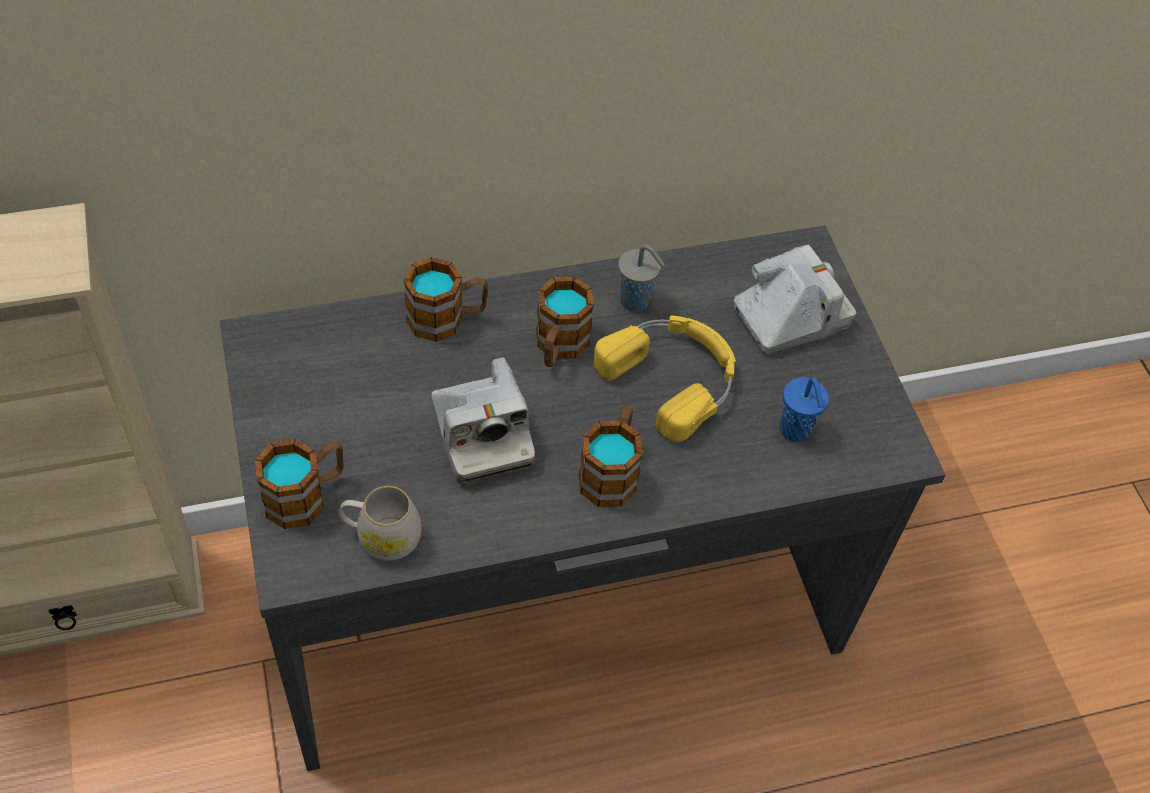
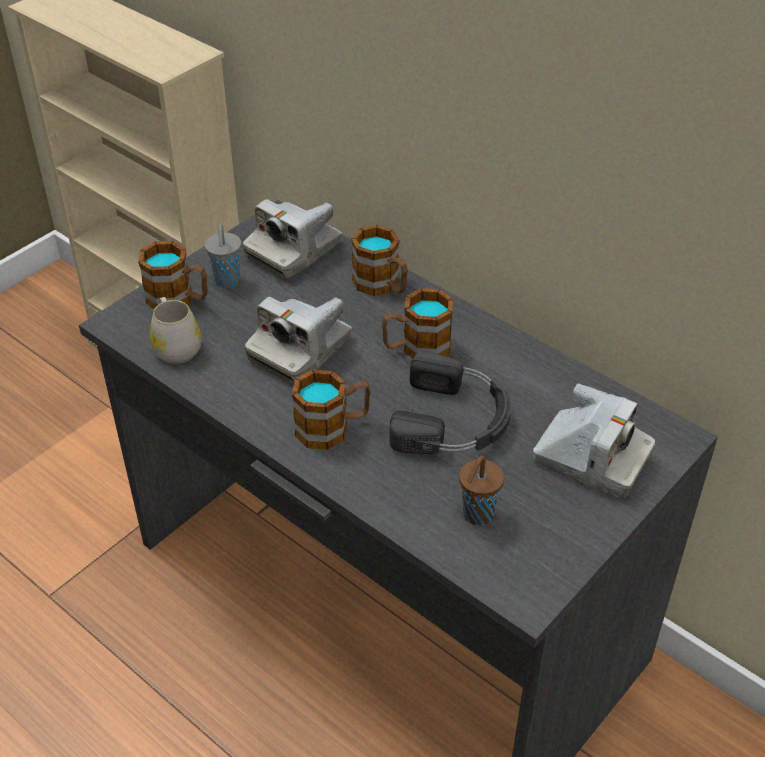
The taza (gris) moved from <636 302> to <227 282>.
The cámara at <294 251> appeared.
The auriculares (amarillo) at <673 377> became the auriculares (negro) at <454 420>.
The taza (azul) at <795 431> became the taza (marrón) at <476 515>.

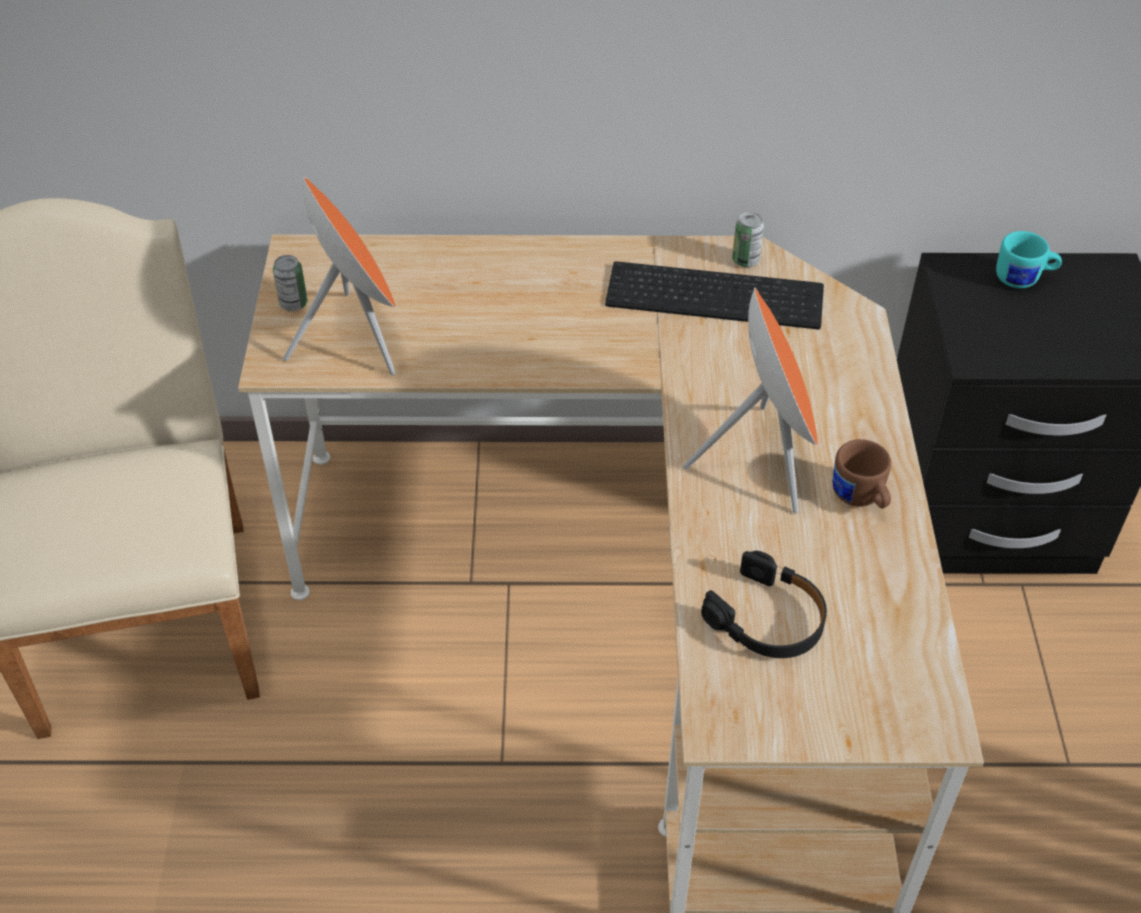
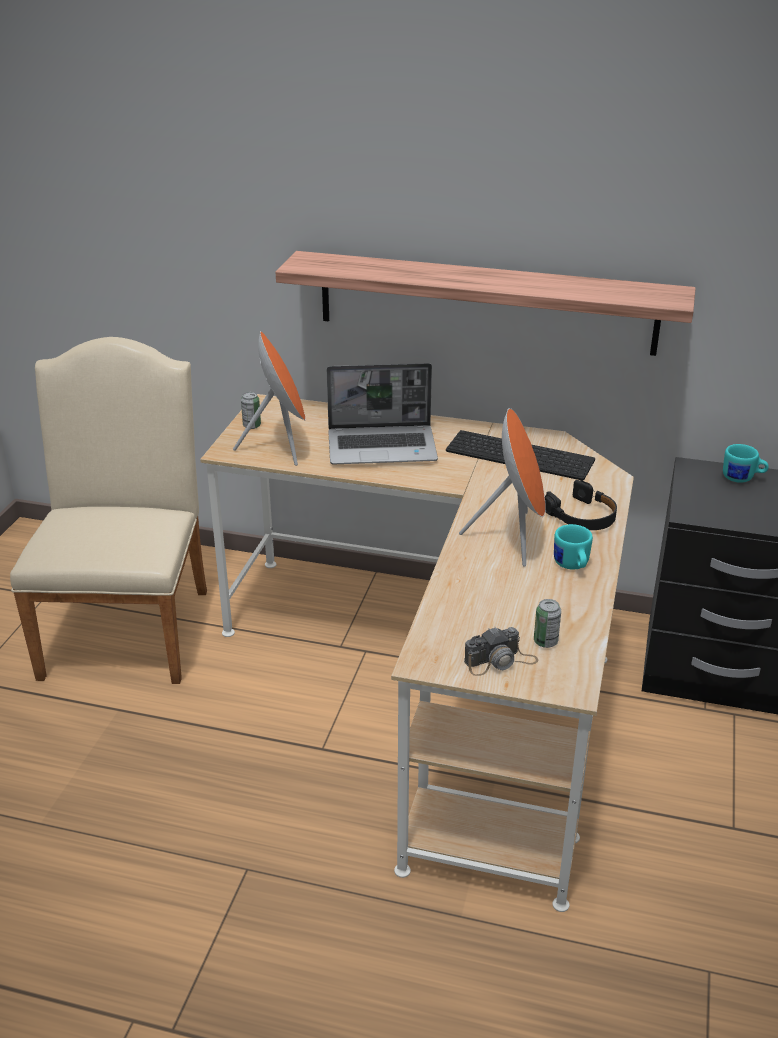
The estante at <486 302> appeared.
The portátil at <383 447> appeared.
The cámara at <500 661> appeared.
The lata moved from <745 260> to <545 641>.
The auriculares (negro) moved from <768 619> to <582 516>.
The taza grande (marrón) at <860 498> became the taza grande (turquesa) at <572 566>.

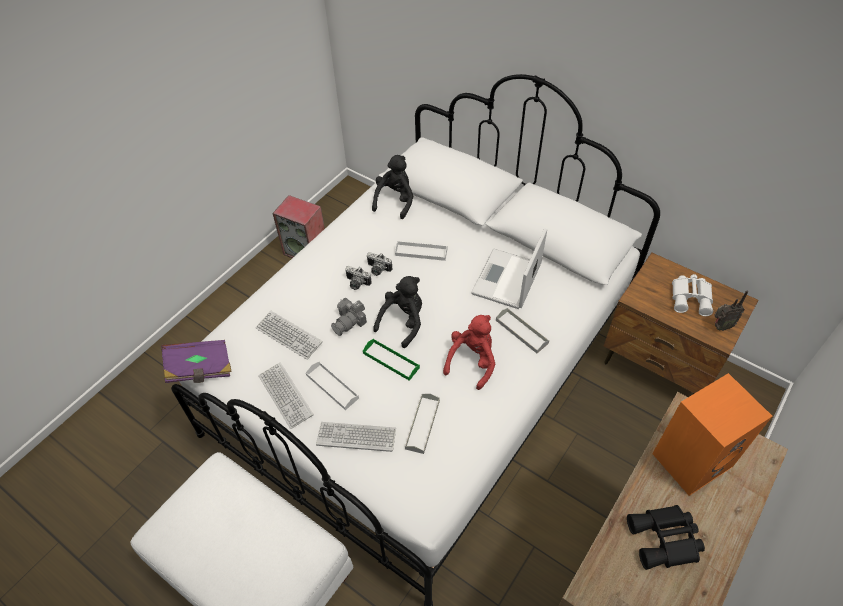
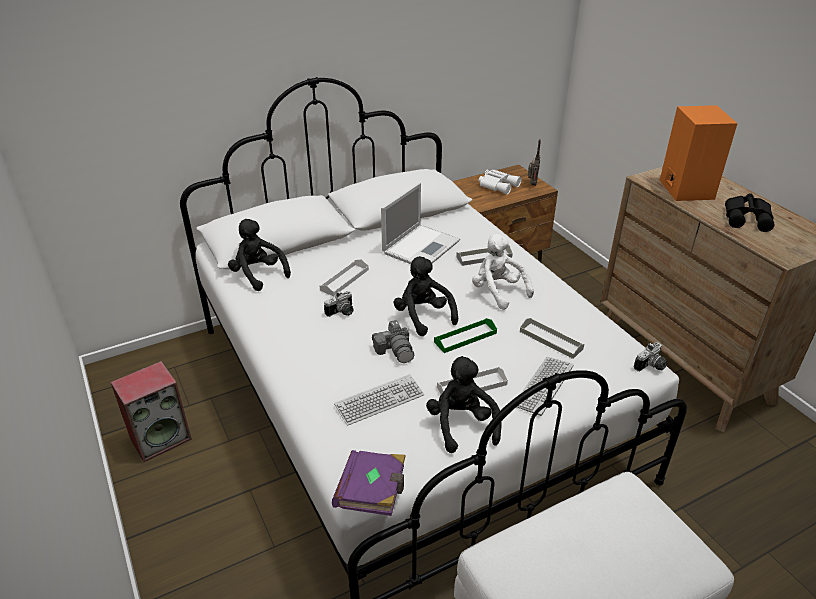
The portátil at <506 280> turned 105 degrees counterclockwise.
The teclado at <285 395> was replaced by the peluche (negro) at <461 425>.
The peluche (rojo) at <472 361> became the peluche (blanco) at <498 291>.
The cámara moved from <356 284> to <651 366>.

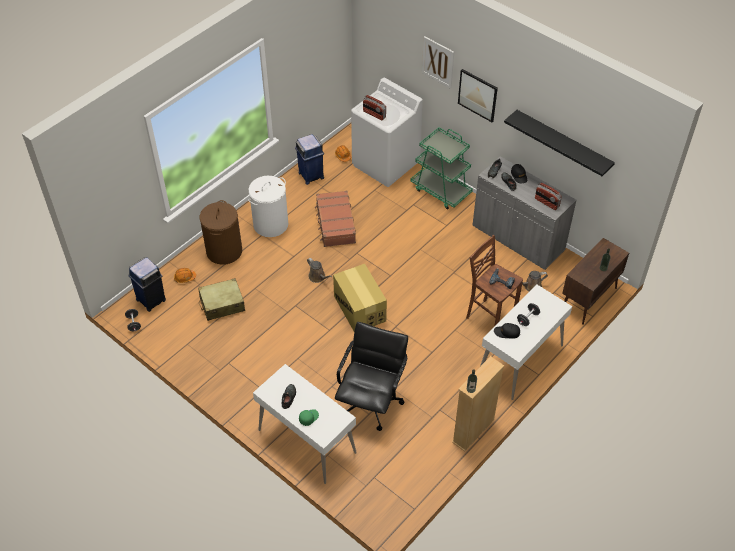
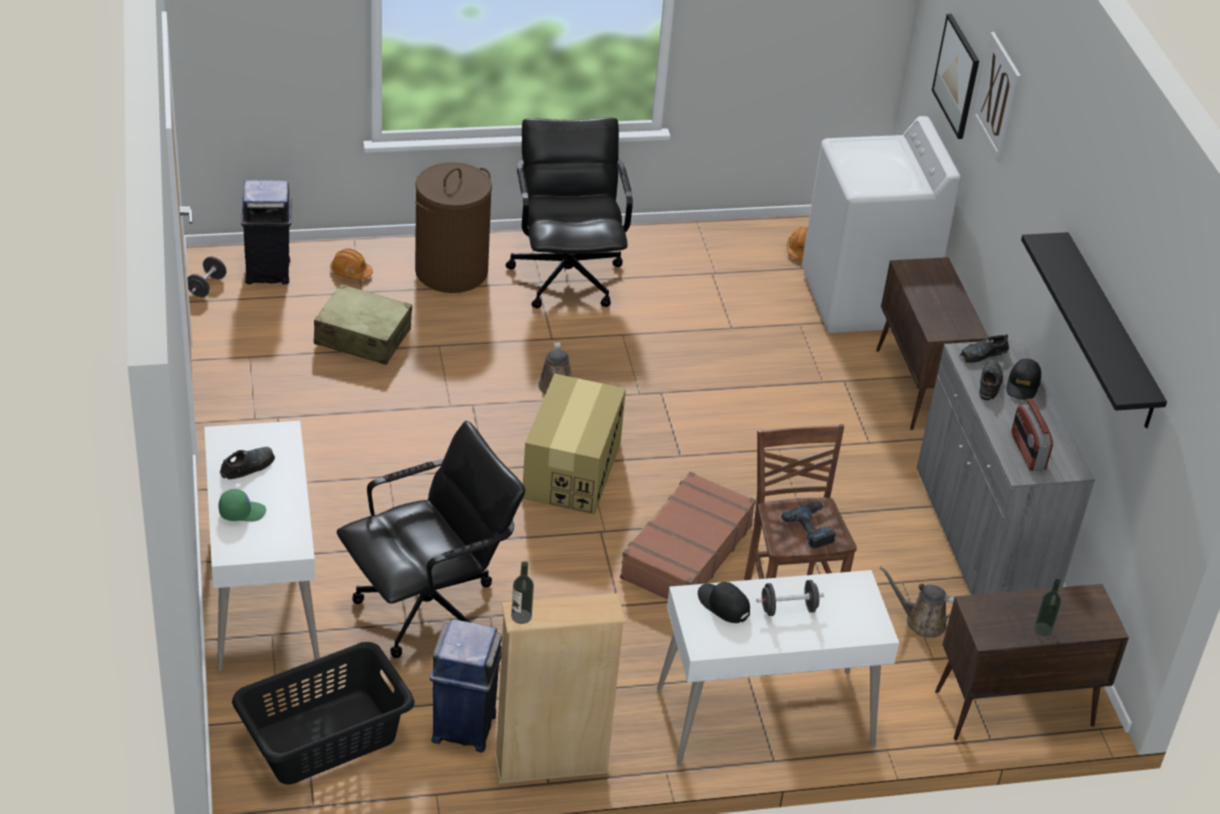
The cesto de la ropa (negro) at <323 737> appeared.
The papelera (azul) moved from <311 175> to <464 726>.
The cesto de la ropa (blanco) at <270 224> was replaced by the silla de oficina (negro) at <567 277>.
The maleta (marrón) moved from <335 224> to <685 552>.
The carrito (verde) at <441 191> was replaced by the armario (marrón) at <919 388>.
The cuadro moved from <477 95> to <957 76>.
The radio at <374 114> disappeared.

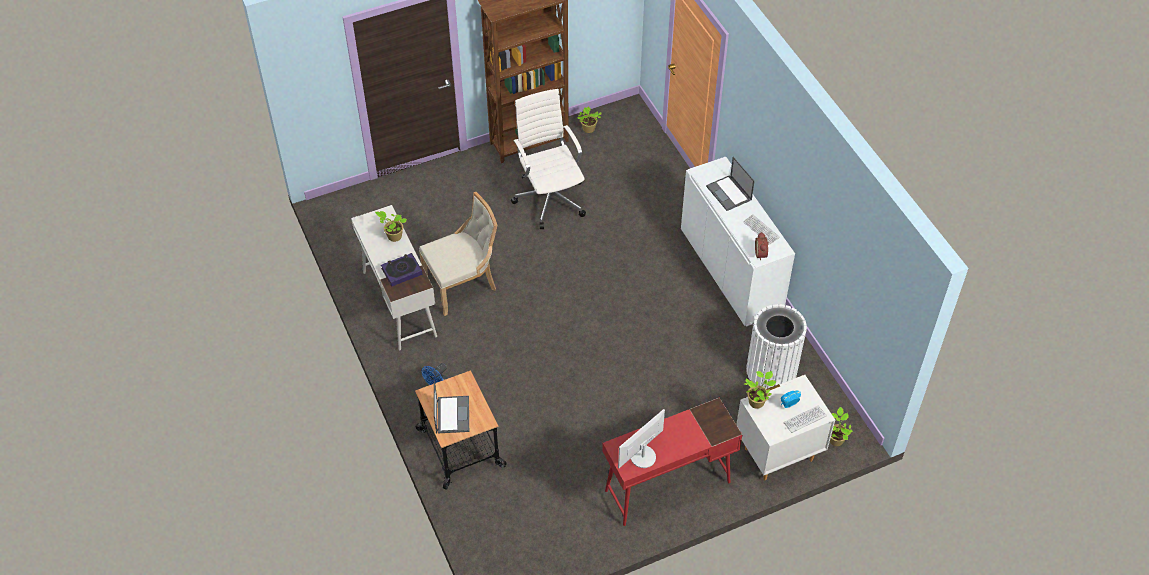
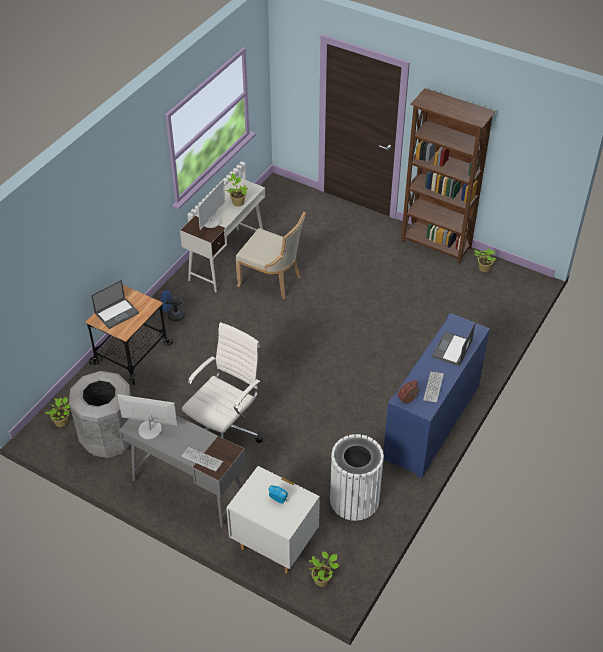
The planta en maceta moved from <757 401> to <62 422>.
The papelera (gris) at <108 438> appeared.
The escritorio (rojo) at <667 486> became the escritorio (gris) at <187 488>.
The teclado moved from <804 419> to <202 459>.
The silla de oficina (blanco) moved from <550 198> to <225 431>.
The libro at <401 271> was replaced by the monitor at <211 221>.
The armario (blanco) at <731 270> became the armario (azul) at <432 422>.

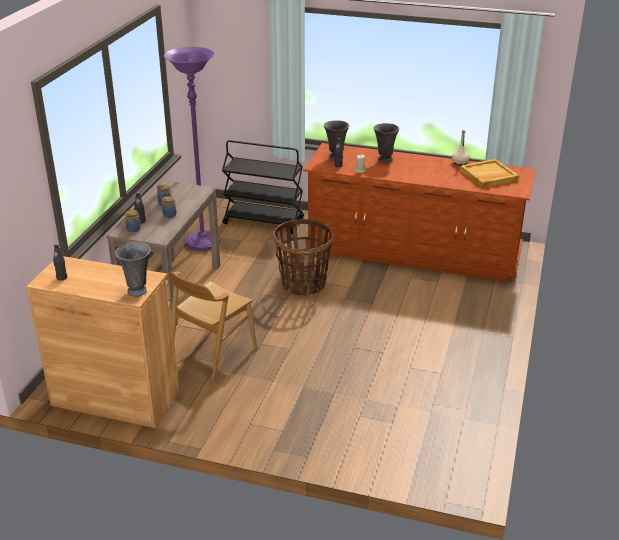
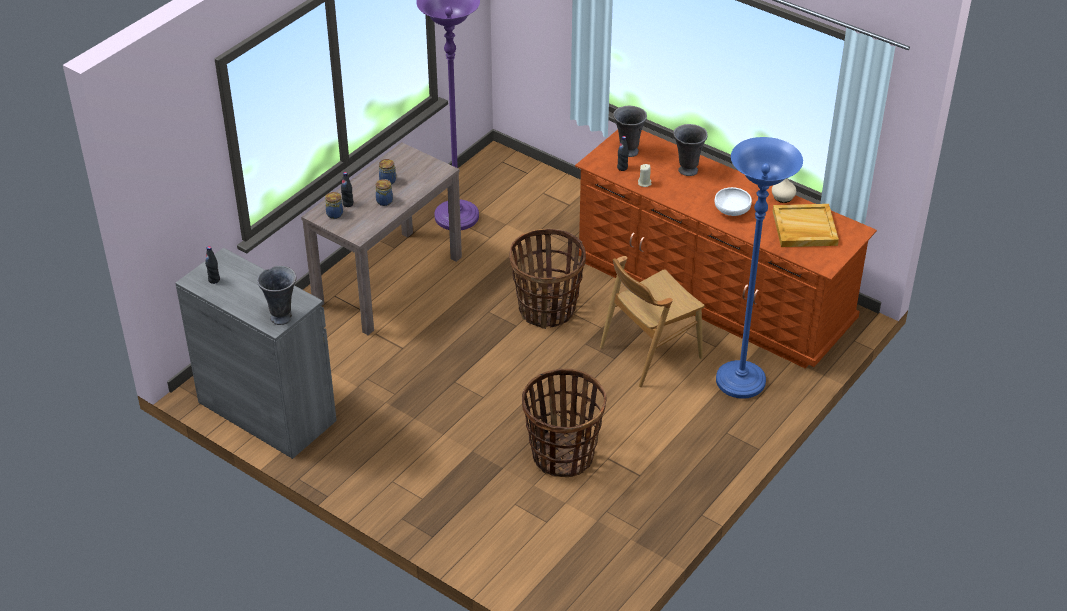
The armario (marrón) at <115 398> became the armario (gris) at <267 411>.
The cesta at <562 455> appeared.
The silla (marrón) moved from <212 353> to <650 352>.
The cuenco (blanco) at <732 210> appeared.
The lámpara de pie (azul) at <740 382> appeared.
The carrito (negro) at <264 221> disappeared.

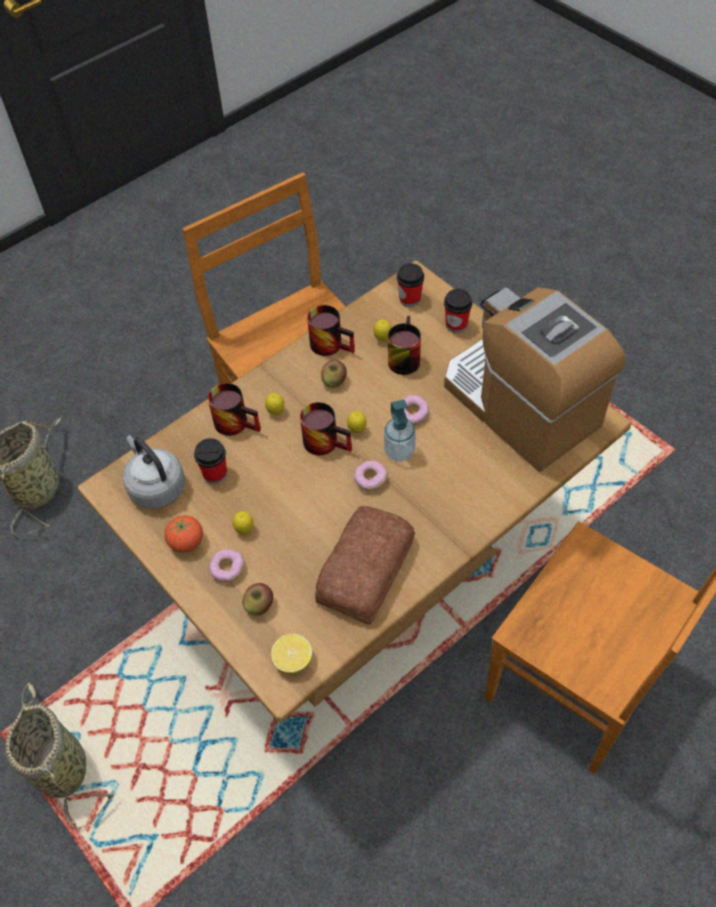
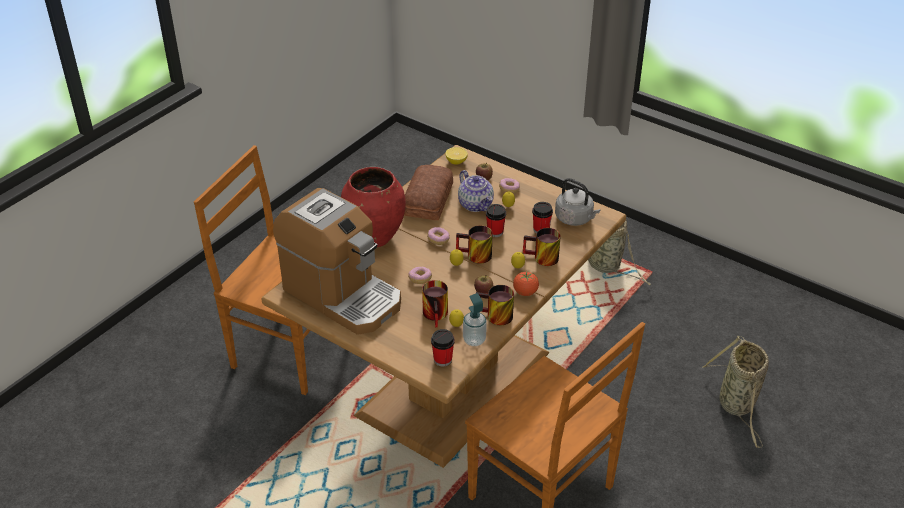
The florero (rojo) at <374 238> appeared.
The tetera at <476 205> appeared.
The dispensador de jabón moved from <399 452> to <474 340>.
The taza moved from <456 325> to <495 232>.
The tomate moved from <186 542> to <525 292>.

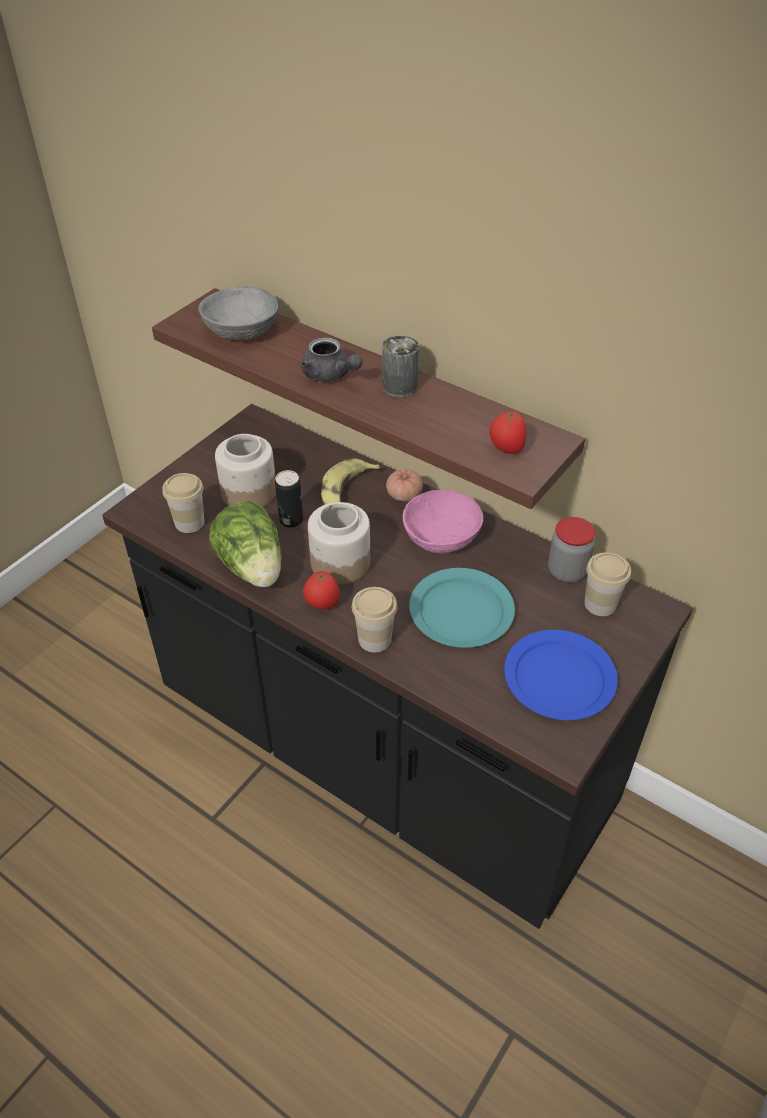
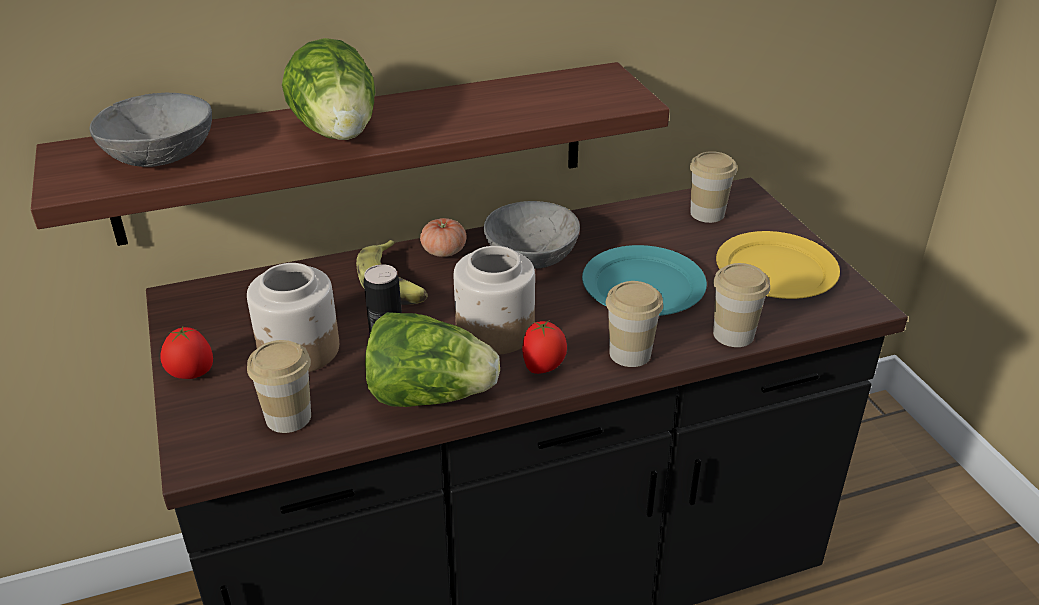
The tomate moved from <506 449> to <191 375>.
The tetera (gris) at <330 375> was replaced by the lechuga at <339 134>.
The cuenco (rosa) at <443 537> became the cuenco (gris) at <532 254>.
The taza at <733 334> appeared.
The plato (azul) at <558 677> became the plato (amarillo) at <775 270>.
The lata at <399 386> disappeared.
The tarro at <567 571> disappeared.

